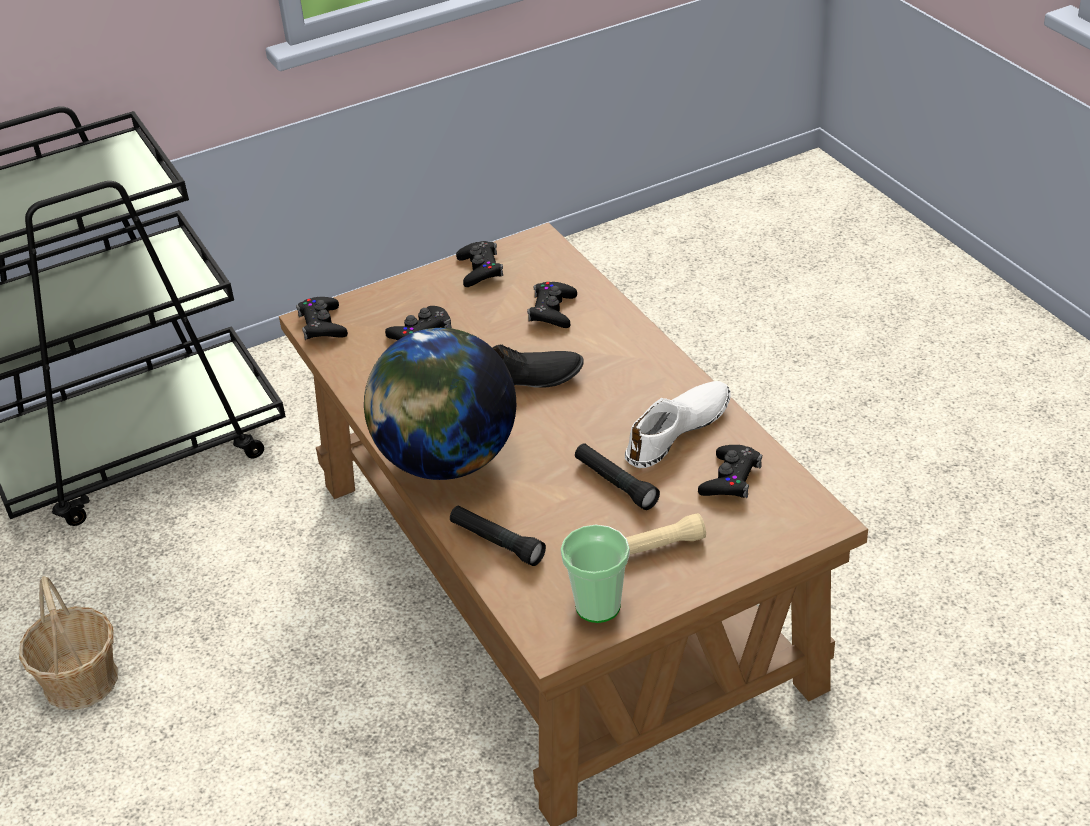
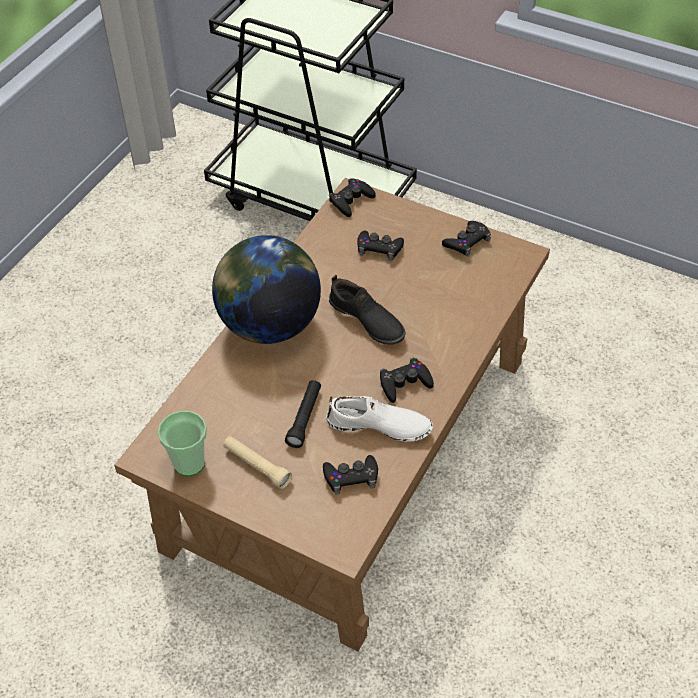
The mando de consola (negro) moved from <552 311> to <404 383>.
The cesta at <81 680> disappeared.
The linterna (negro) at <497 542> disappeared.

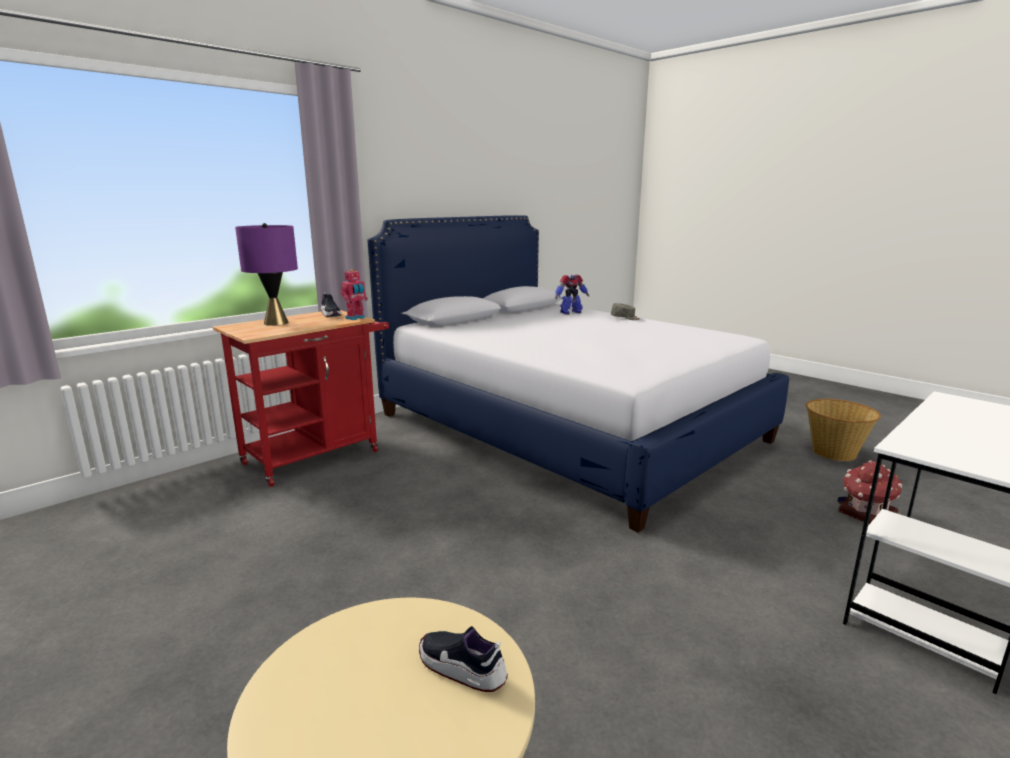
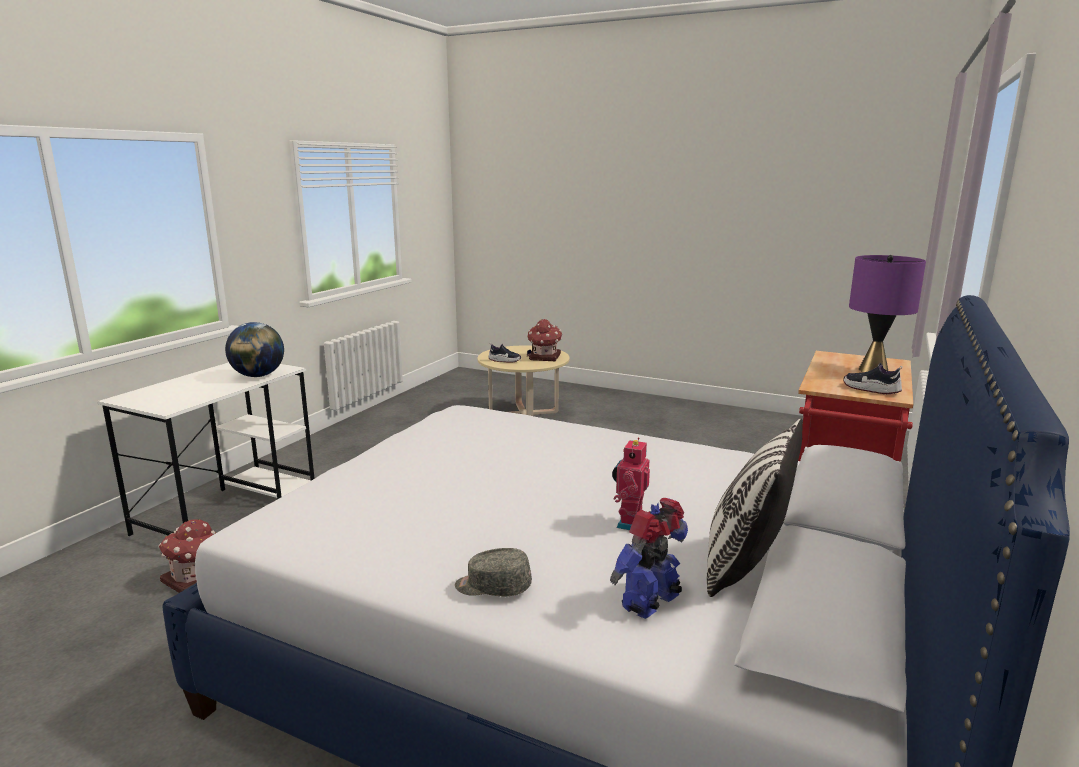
The globo terráqueo at <258 376> appeared.
The casita at <544 357> appeared.
The robot de juguete moved from <356 318> to <629 523>.
The cojín at <745 566> appeared.
The cesta at <834 452> disappeared.

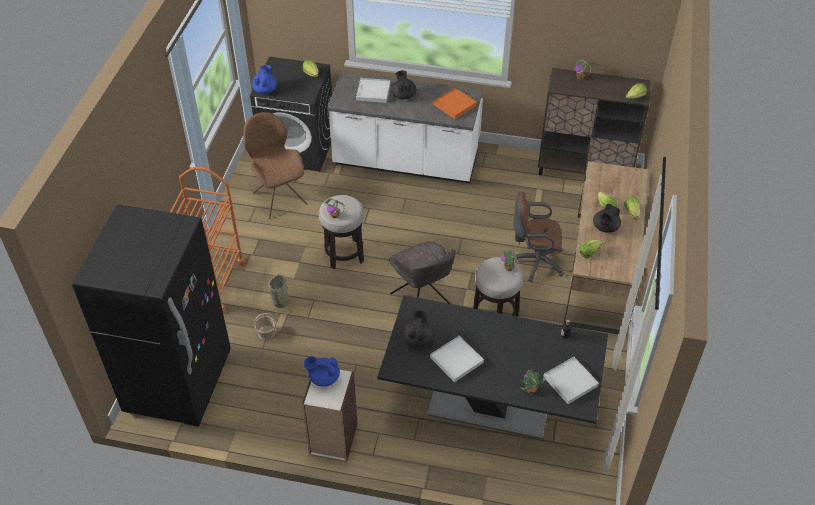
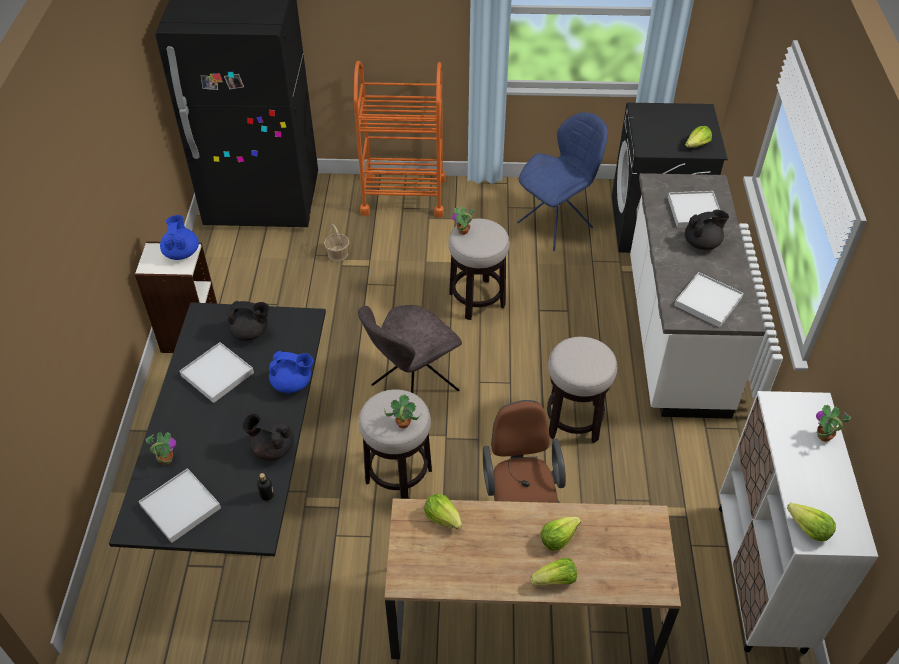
The tetera (negro) moved from <605 228> to <272 448>.
The tetera (azul) moved from <265 90> to <292 383>.
The silla (marrón) at <279 197> became the silla (azul) at <557 224>.
The taburete at <574 421> appeared.
The bandeja (naranja) at <454 105> became the bandeja (blanco) at <708 302>.
The armario (marrón) at <584 170> became the armario (blanco) at <760 577>.
The cesta at <281 300> disappeared.

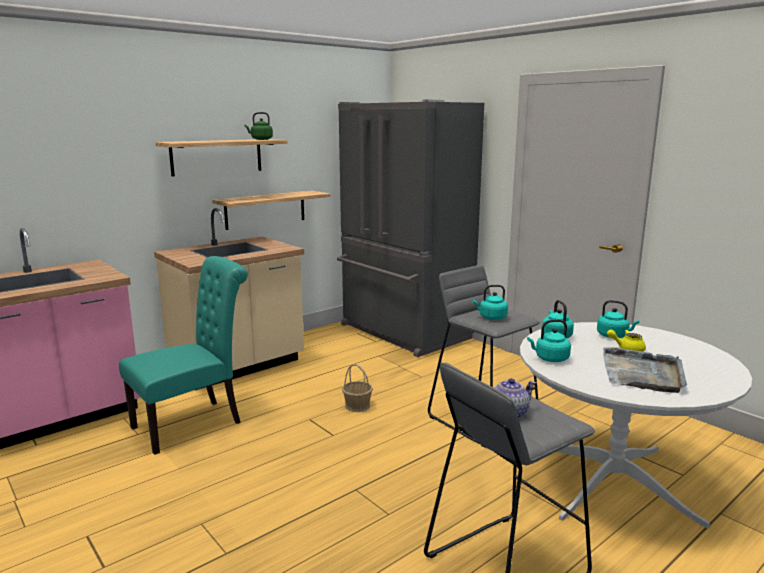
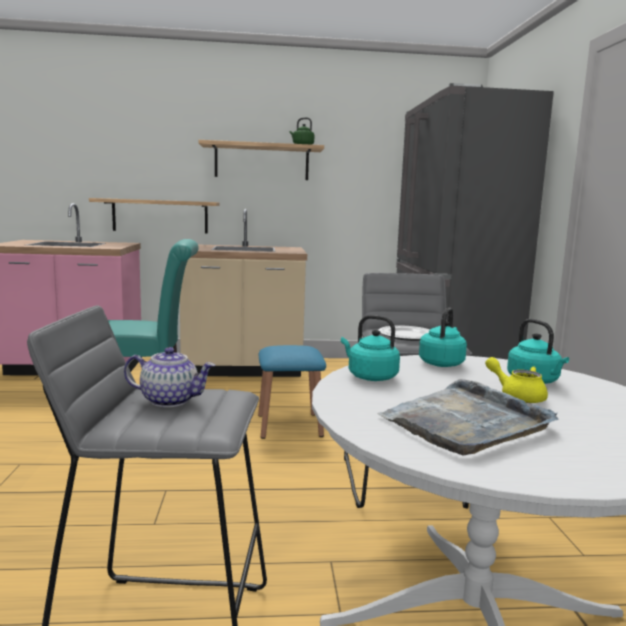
The estante moved from <265 209> to <160 216>.
The cesta at <357 406> was replaced by the taburete (azul) at <289 425>.
The hervidor (turquesa) at <491 317> was replaced by the plato at <406 335>.

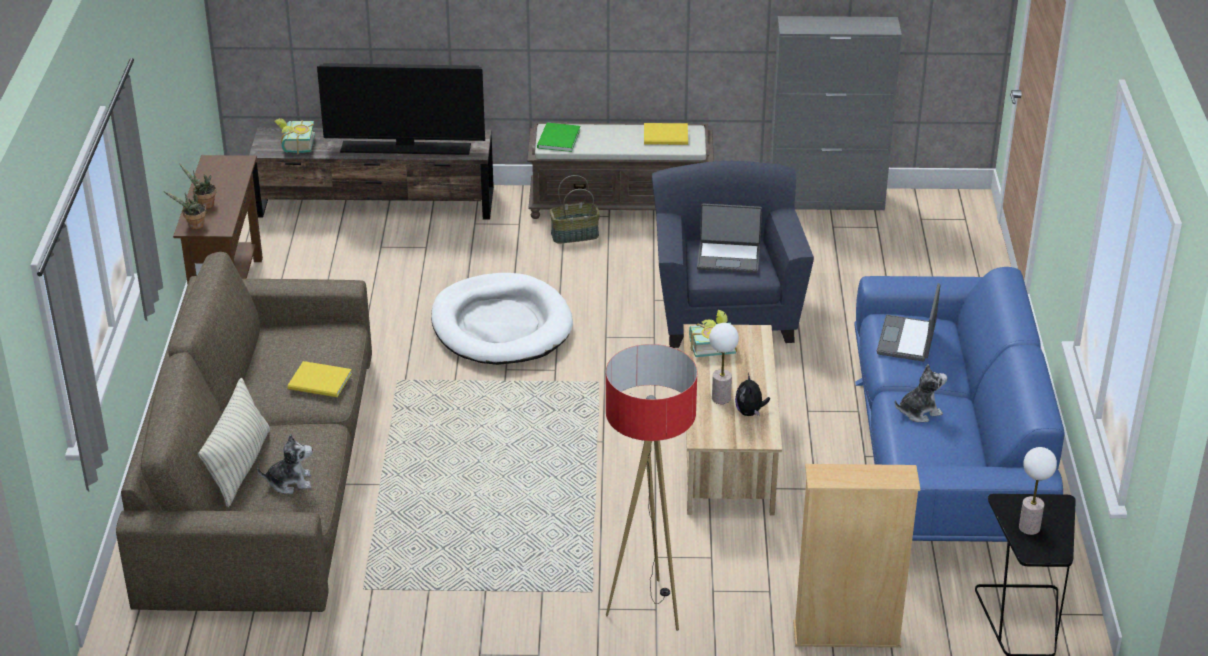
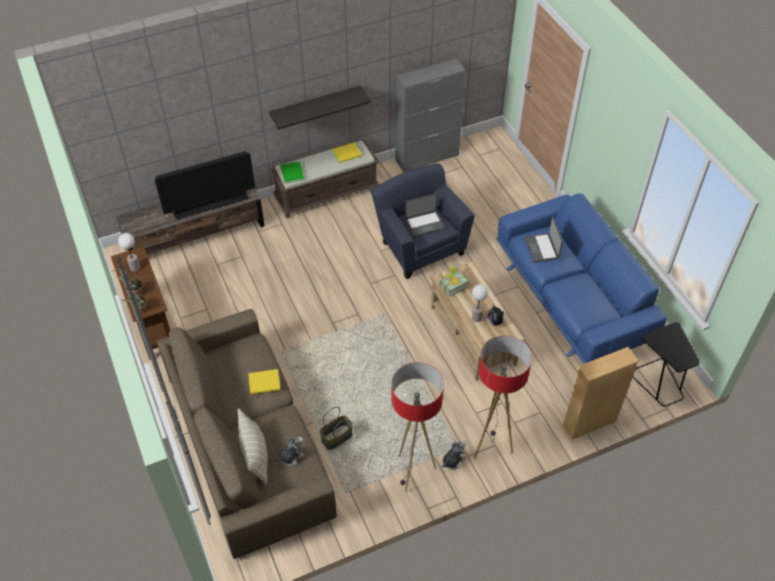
The lámpara de mesa moved from <1029 527> to <135 267>.
The estante at <316 106> appeared.
The cesta moved from <574 235> to <337 438>.
The lámpara de pie at <413 472> appeared.
The peluche moved from <919 411> to <452 460>.
The libro at <294 145> disappeared.
The cama para perro (blanco) at <501 325> disappeared.

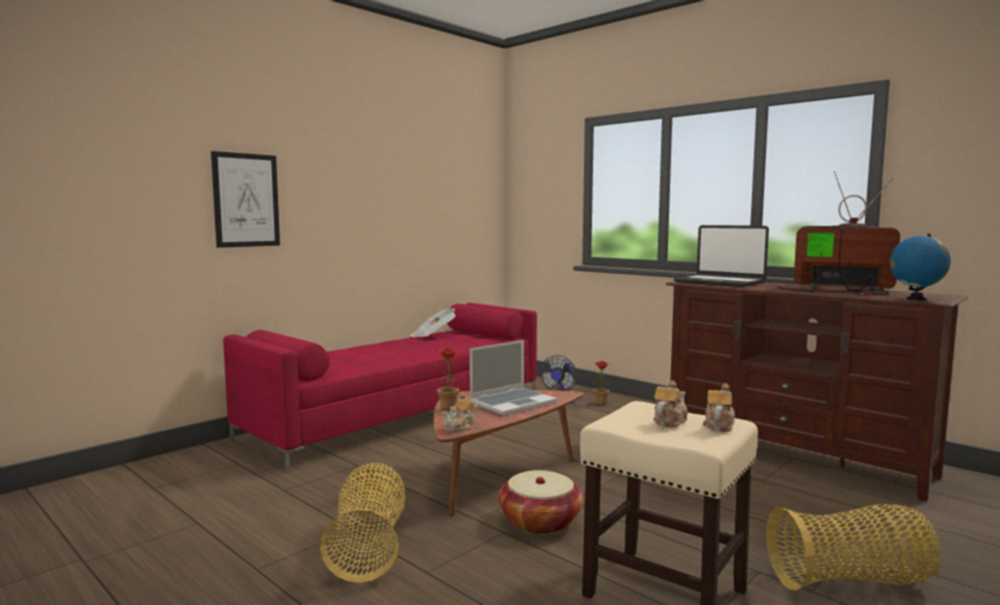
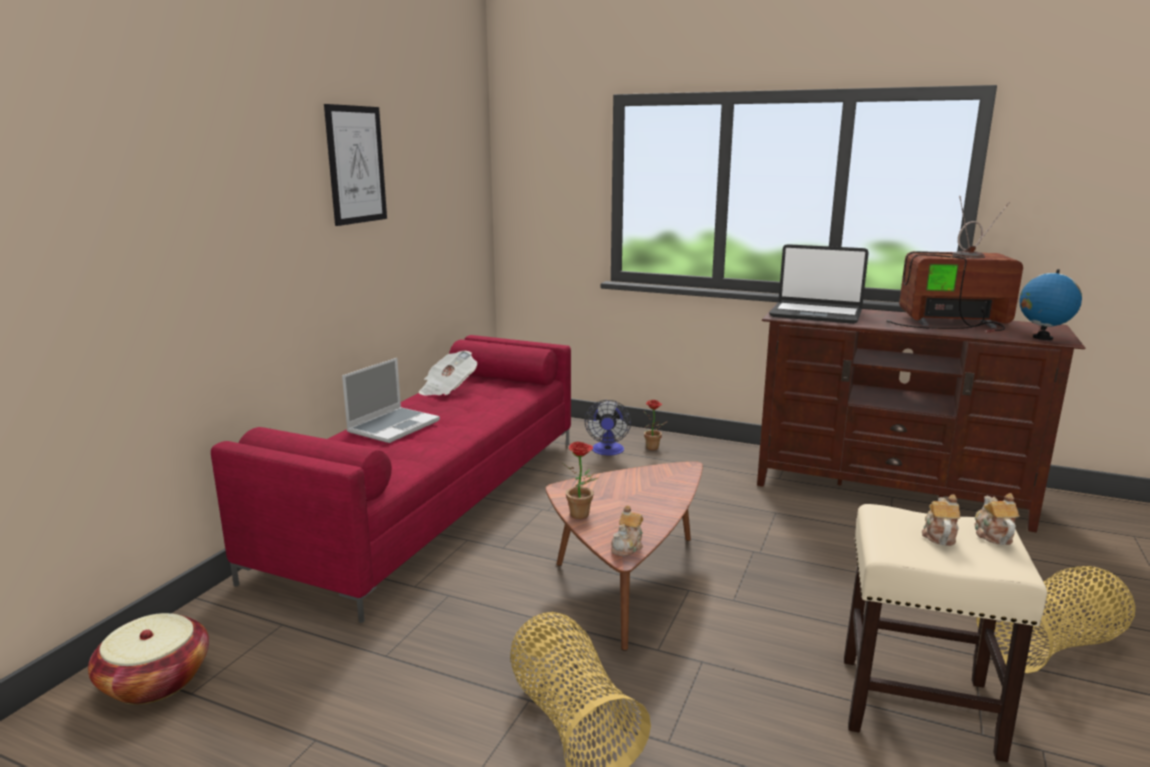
The cesta moved from <540 522> to <156 681>.
The cuadro moved from <246 200> to <356 165>.
The portátil moved from <513 403> to <394 426>.

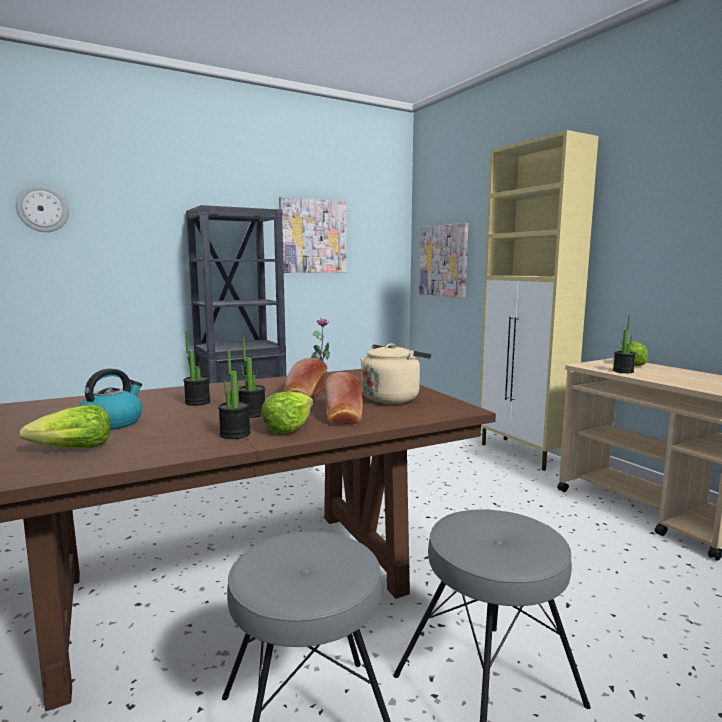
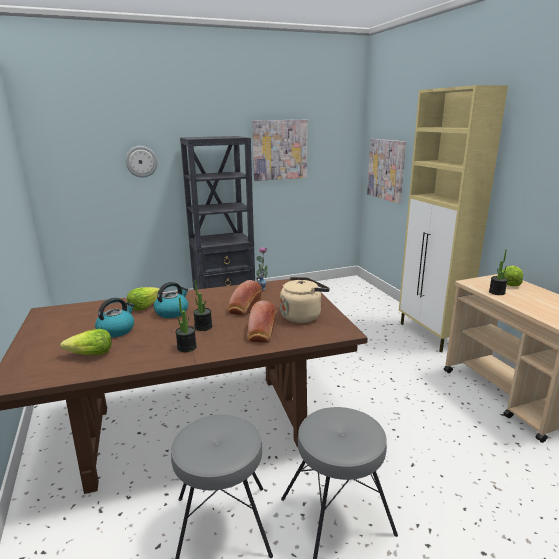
The reloj de pared moved from <43 209> to <141 161>.
The lechuga moved from <288 428> to <144 306>.
The planta en maceta at <197 402> was replaced by the hervidor at <172 312>.

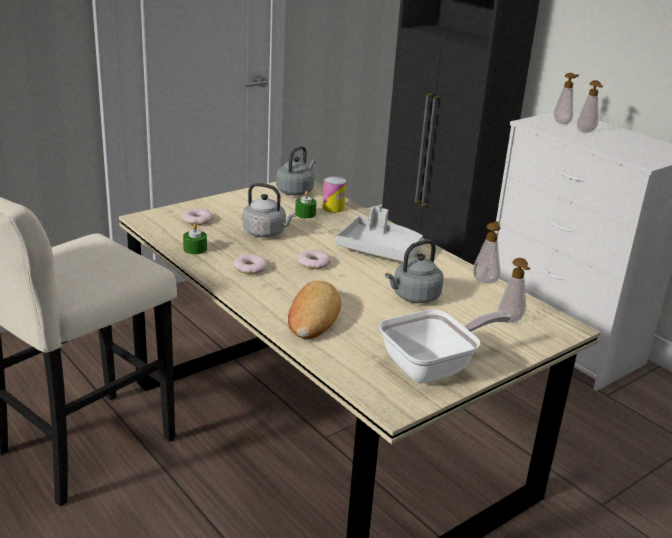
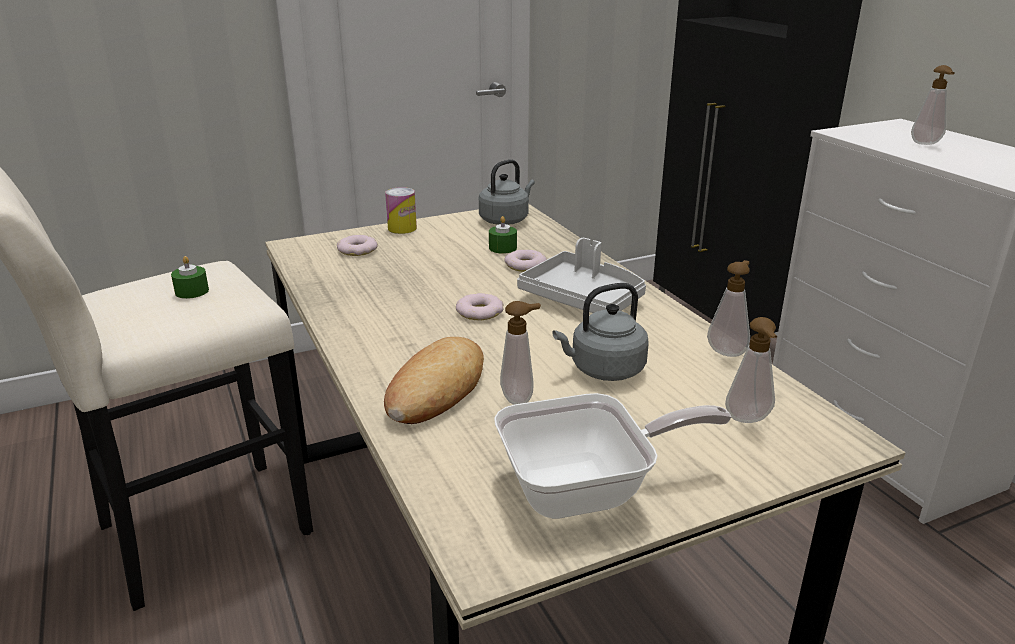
The vela (verde) moved from <195 249> to <192 291>.
The lata moved from <333 208> to <402 228>.
The dispensador de jabón moved from <562 122> to <520 398>.
The rosquilla moved from <250 268> to <525 265>.
The hervidor (gris) at <266 233> disappeared.

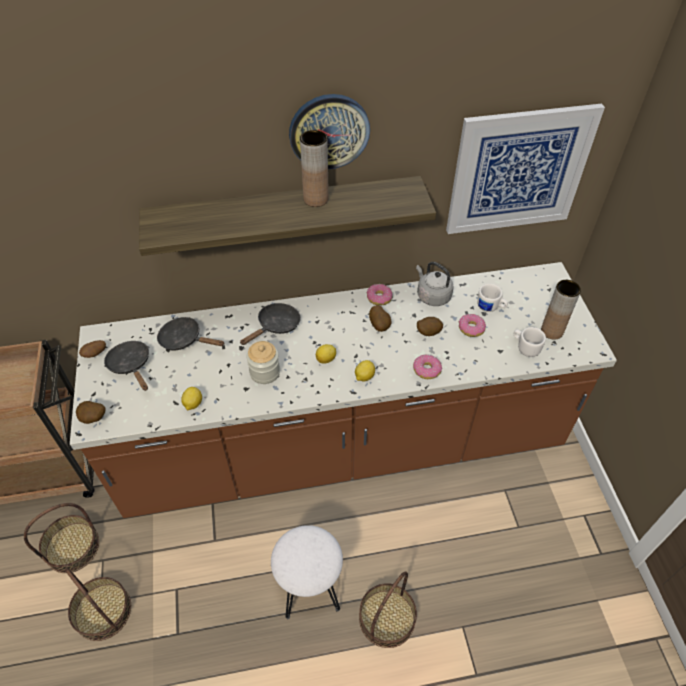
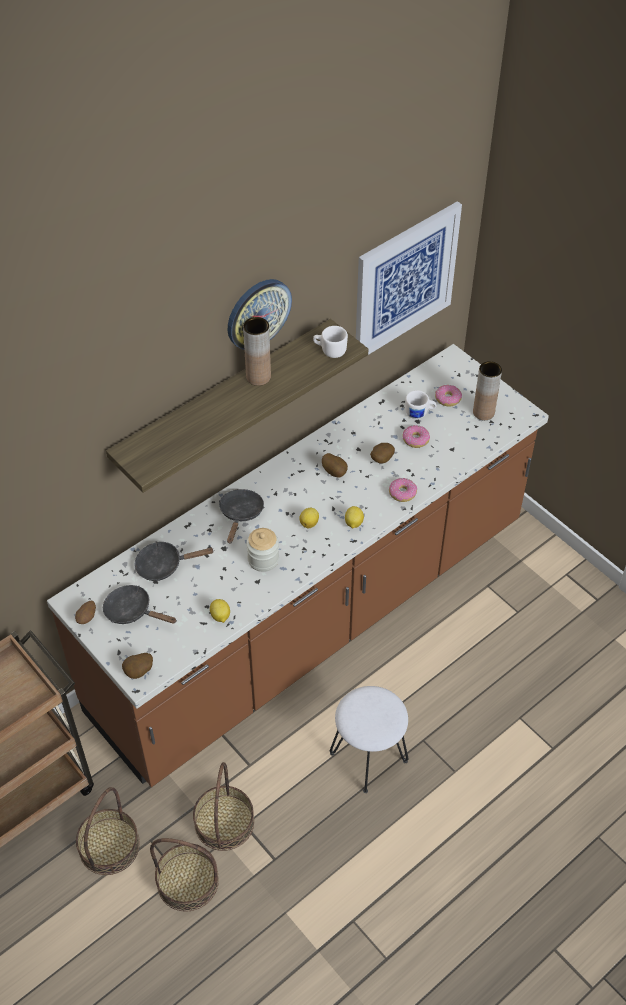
The cesta moved from <386 618> to <224 822>.
The taza grande (blanco) moved from <525 347> to <330 350>.
The rosquilla moved from <379 298> to <447 399>.
The hervidor (gris) at <432 295> disappeared.

